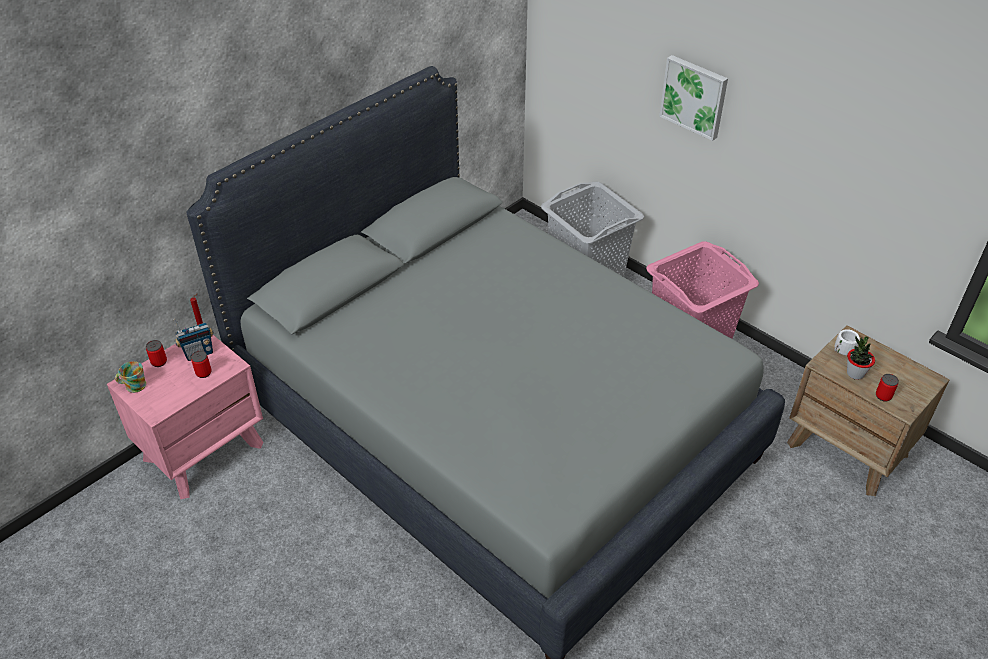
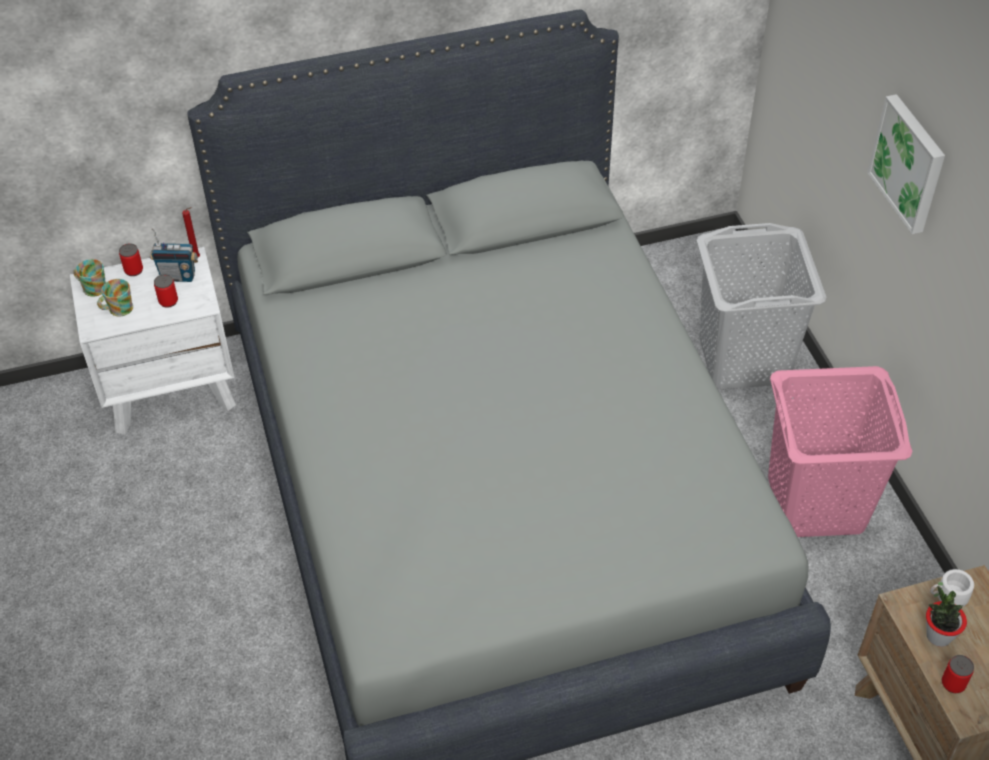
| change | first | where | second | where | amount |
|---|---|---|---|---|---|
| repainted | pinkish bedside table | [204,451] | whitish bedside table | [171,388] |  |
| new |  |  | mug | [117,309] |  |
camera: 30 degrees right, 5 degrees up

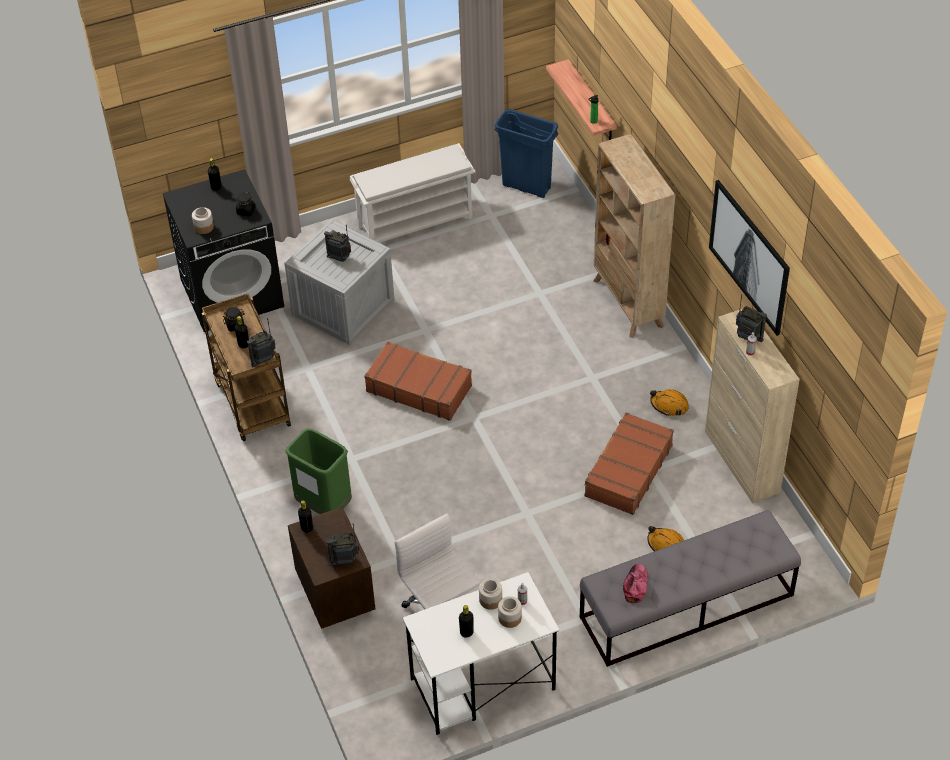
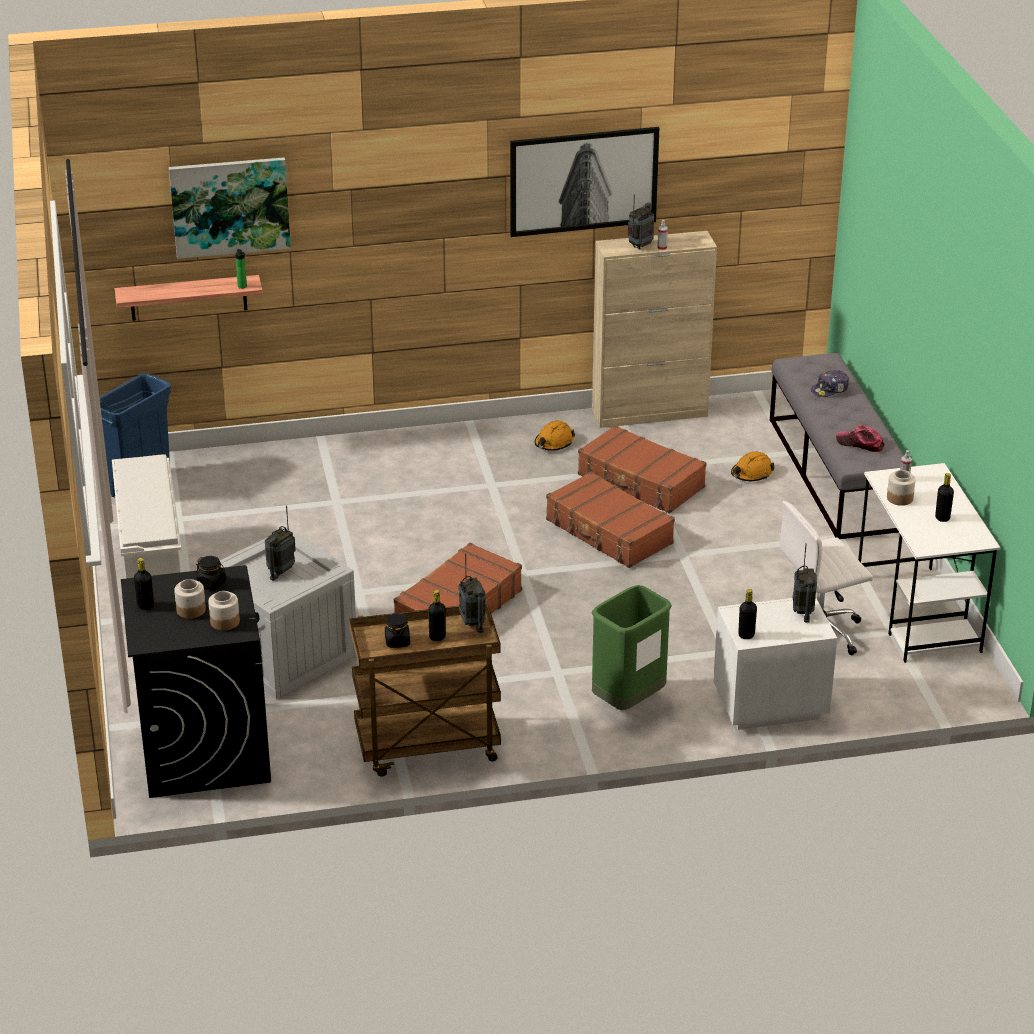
| change | first | where | second | where | amount |
|---|---|---|---|---|---|
| repainted | brown-coloured bedside table | [336,592] | whitish bedside table | [768,705] |  |
| shifted | preserve jar | [509,618] |  | [191,610] |  |
| gone | beige-coloured bookcase | [628,304] |  |  |  |
| new |  |  | wall art | [230,206] |  |
| new |  |  | brown-coloured suitcase | [608,532] |  |
| new |  |  | cap | [830,390] |  |
camera: 80 degrees left, 15 degrees down

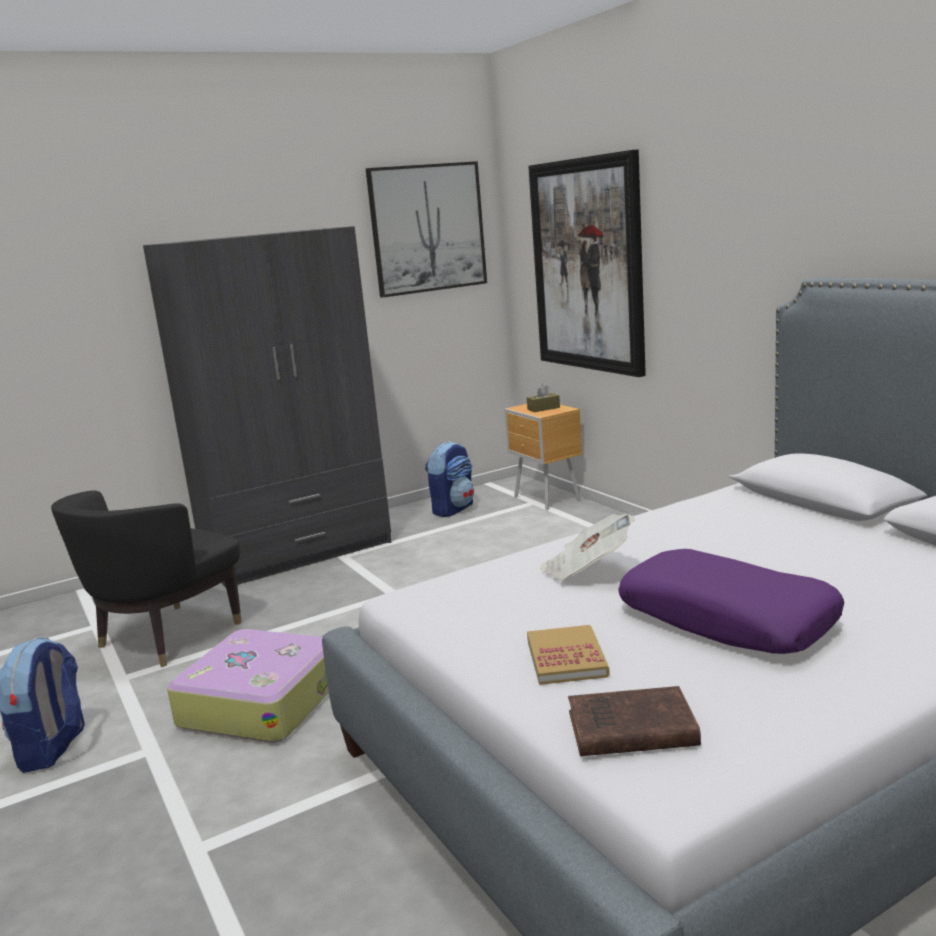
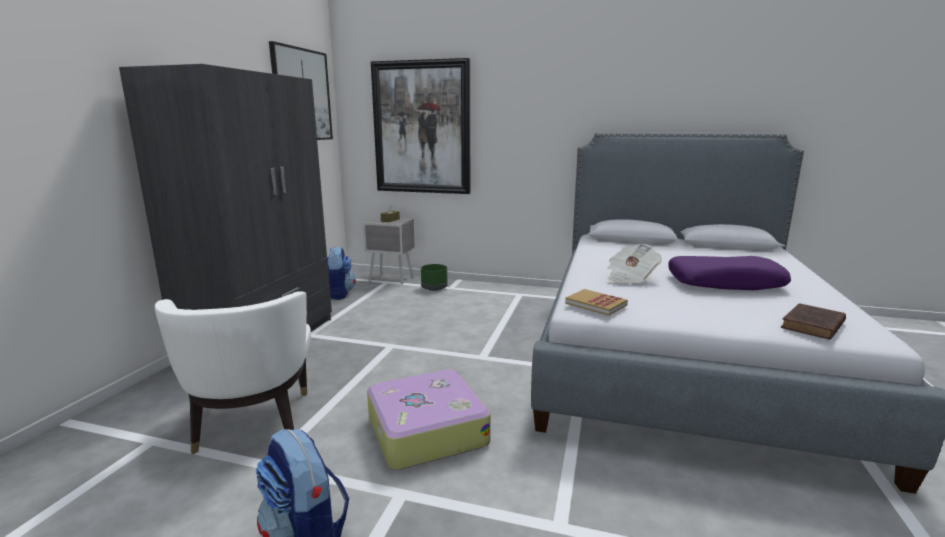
| change | first | where | second | where | amount |
|---|---|---|---|---|---|
| repainted | black lounge chair | [167,636] | whitish lounge chair | [253,422] |  |
| repainted | brown-coloured bedside table | [547,499] | grey bedside table | [392,279] |  |
| shifted | book | [566,658] |  | [596,304] |  |
| new |  |  | green-coloured plant pot | [434,288] |  |
camera: 45 degrees left, 0 degrees up

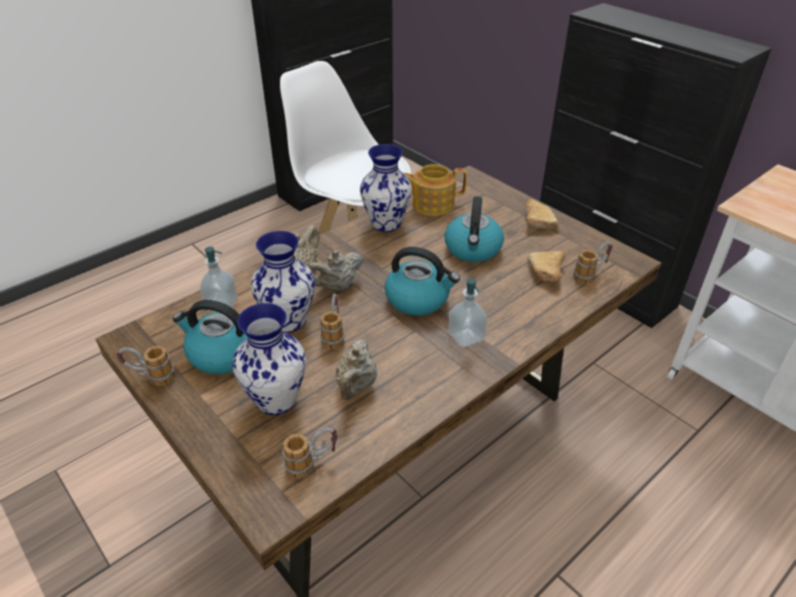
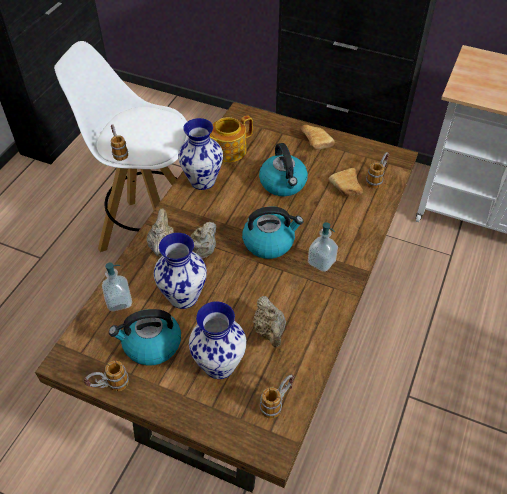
| change | first | where | second | where | amount |
|---|---|---|---|---|---|
| shifted | mug | [334,334] |  | [119,151] |  |
camera: 25 degrees left, 10 degrees up

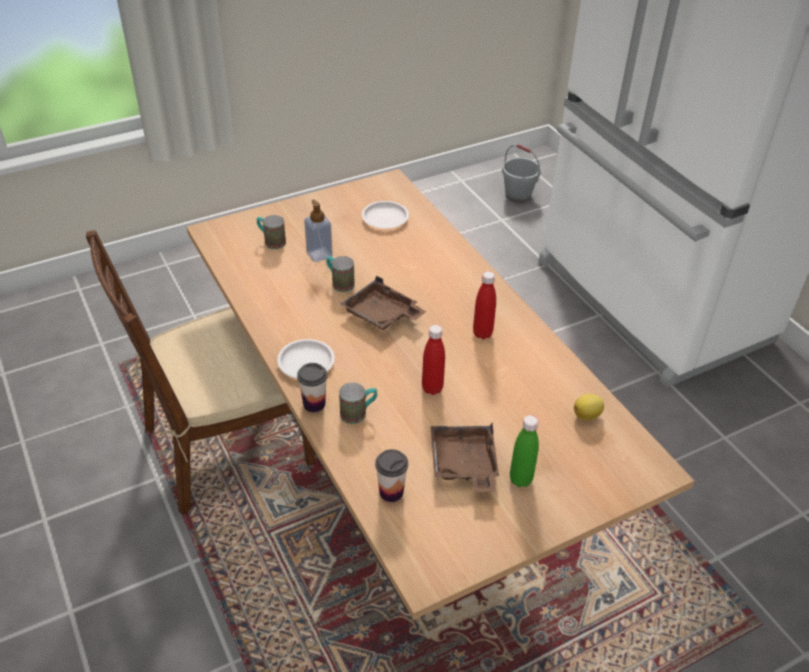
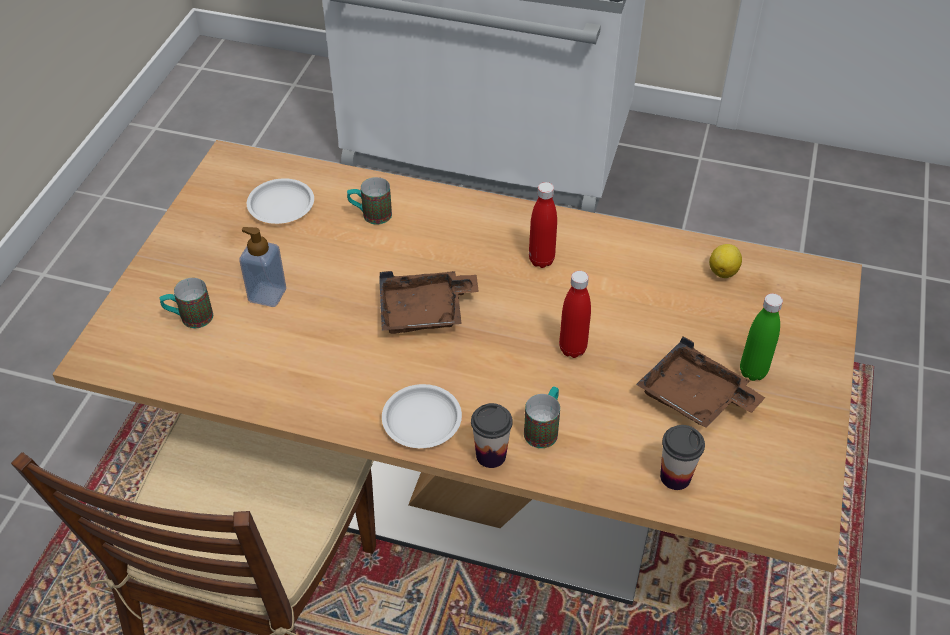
| change | first | where | second | where | amount |
|---|---|---|---|---|---|
| shifted | mug | [339,283] |  | [370,215] |  |
| gone | grey bucket | [518,195] |  |  |  |
camera: 45 degrees left, 5 degrees up

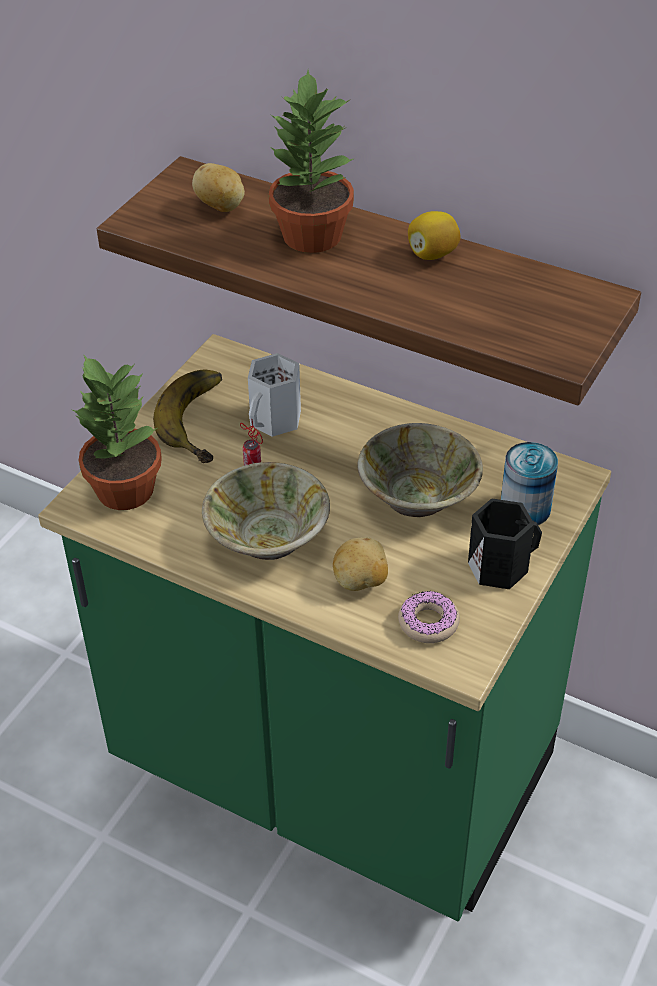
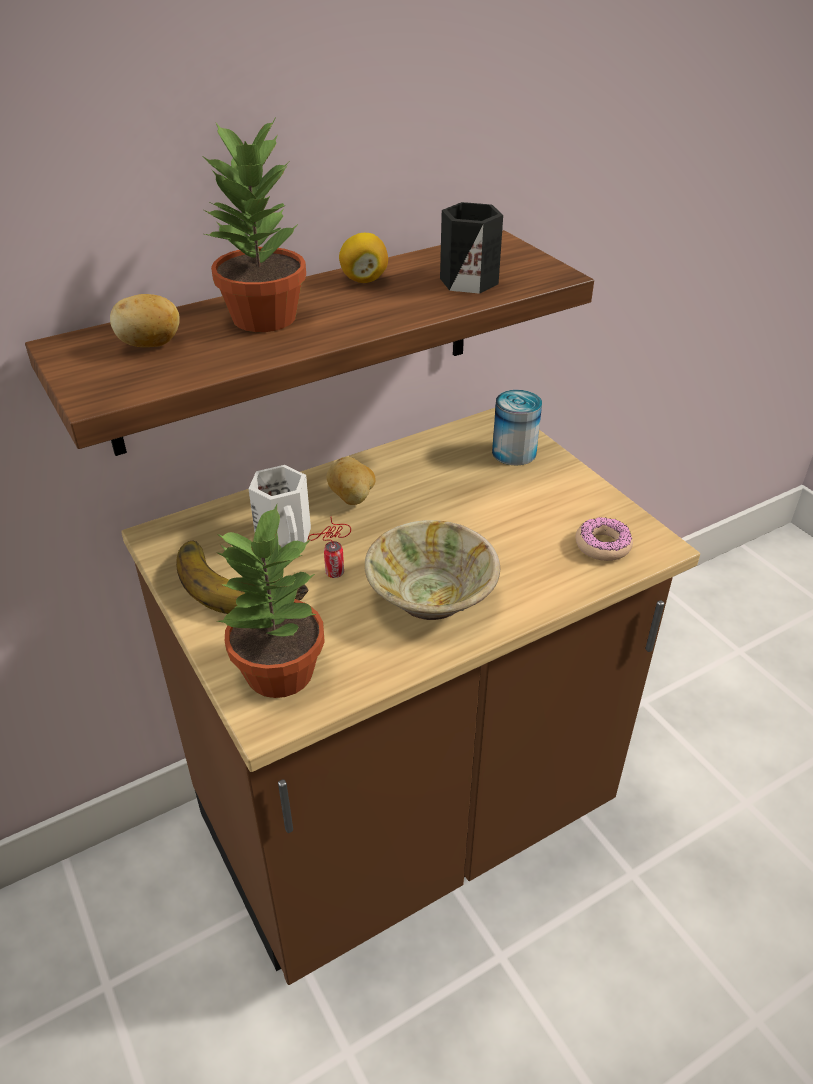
| change | first | where | second | where | amount |
|---|---|---|---|---|---|
| repainted | green-coloured counter | [332,772] | brown-coloured counter | [406,823] |  |
| shifted | spud | [360,581] |  | [352,498] |  |
| gone | beige-coloured deep dish | [419,494] |  |  |  |
| shifted | black mug | [499,565] |  | [467,280] |  |
camera: 60 degrees left, 5 degrees down

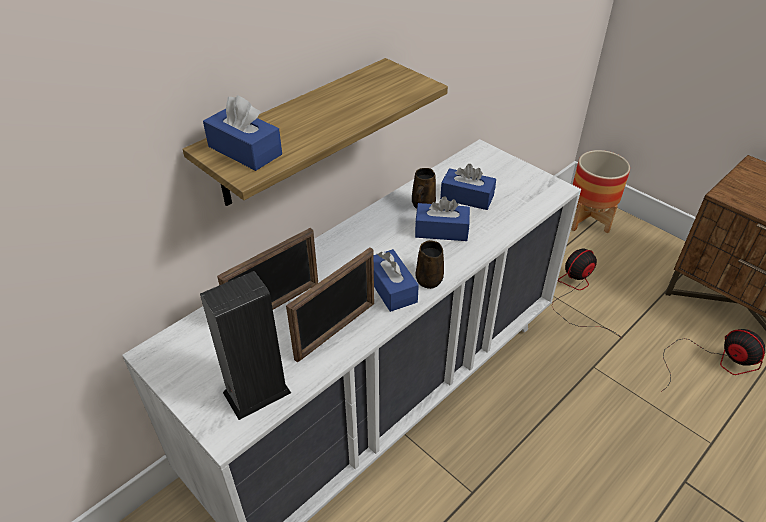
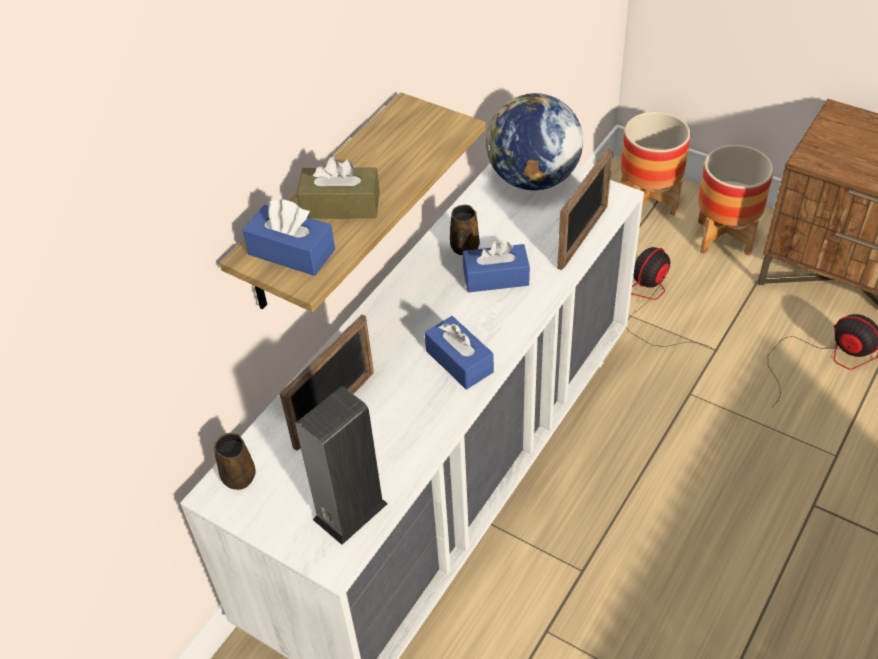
| change | first | where | second | where | amount |
|---|---|---|---|---|---|
| shifted | picture frame | [336,330] |  | [583,237] |  |
| shifted | brown-coloured mug | [429,279] |  | [239,475] |  |
| gone | blue tissue holder | [467,197] |  |  |  |
| new |  |  | brown-coloured tissue holder | [340,205] |  |
| new |  |  | world globe | [532,179] |  |
| new |  |  | plant pot | [724,238] |  |
camera: 10 degrees left, 5 degrees up

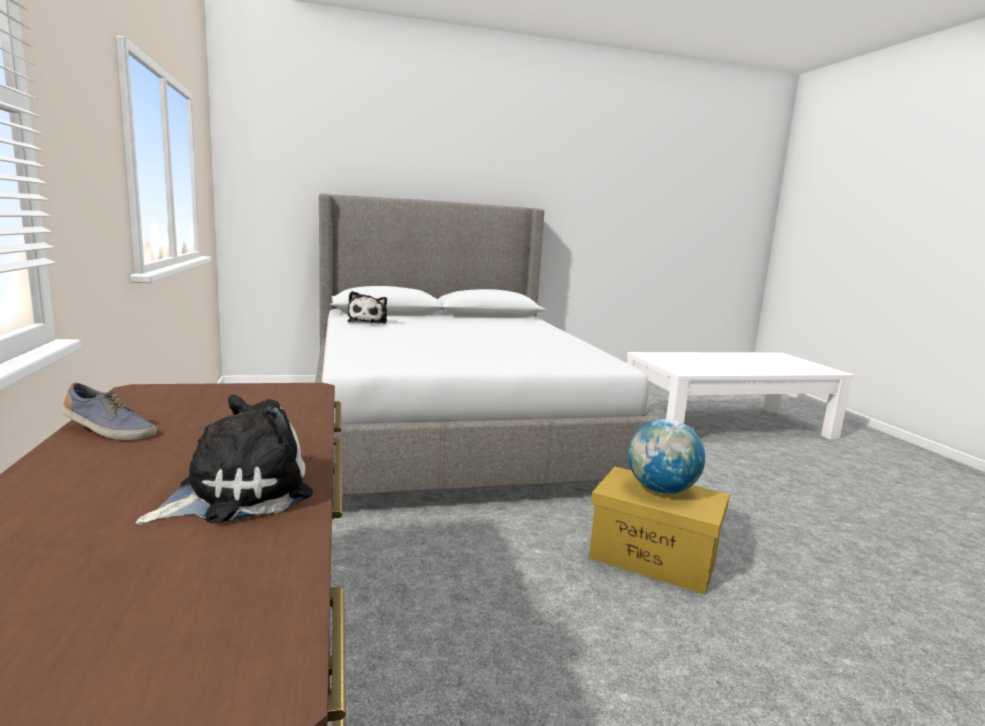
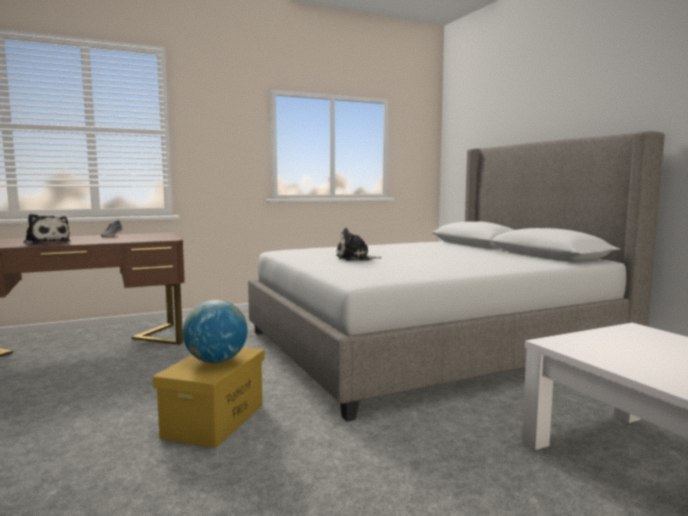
| change | first | where | second | where | amount |
|---|---|---|---|---|---|
| shifted | plush toy | [369,321] |  | [355,259] |  |
camera: 80 degrees right, 5 degrees down

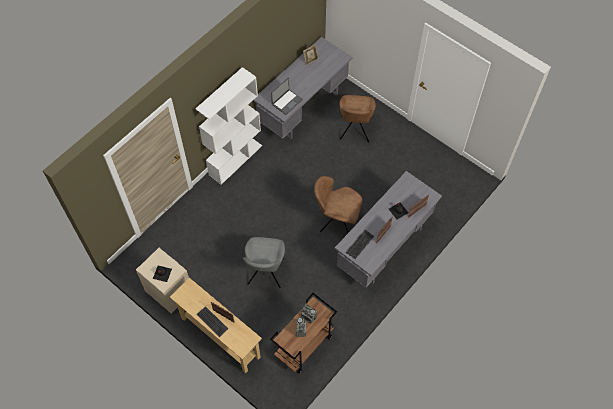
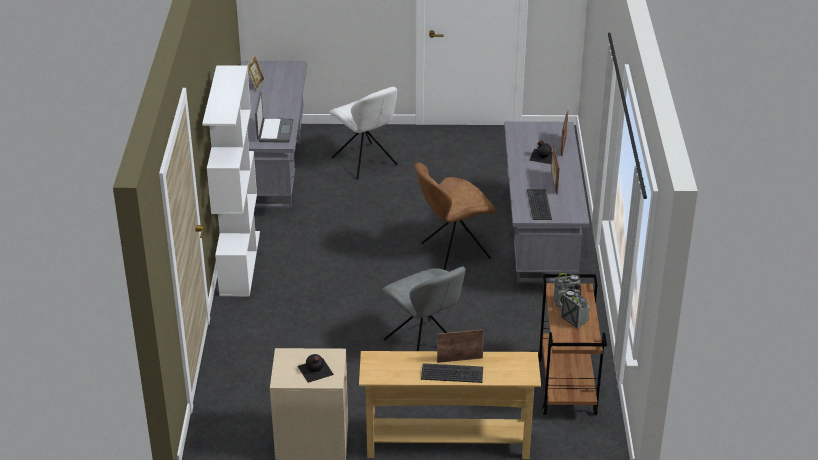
| change | first | where | second | where | amount |
|---|---|---|---|---|---|
| repainted | brown-coloured plain chair | [355,130] | whitish plain chair | [365,162] |  |
camera: 40 degrees left, 25 degrees down

